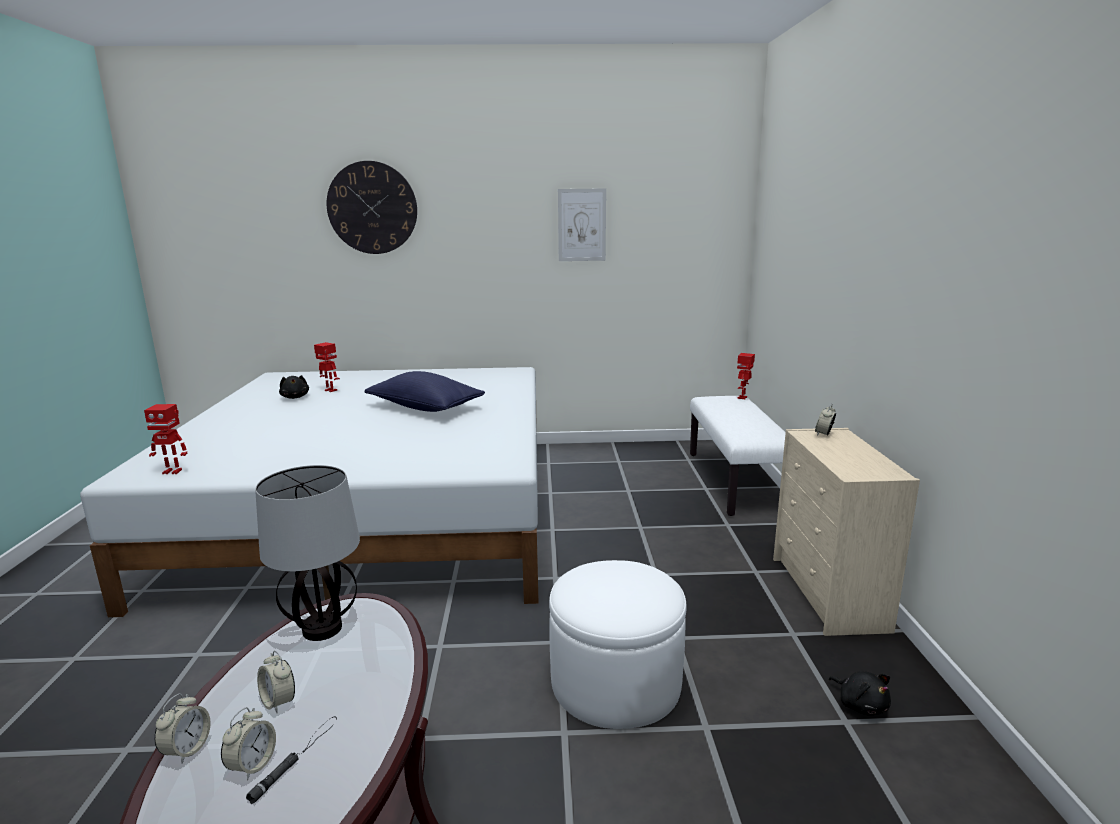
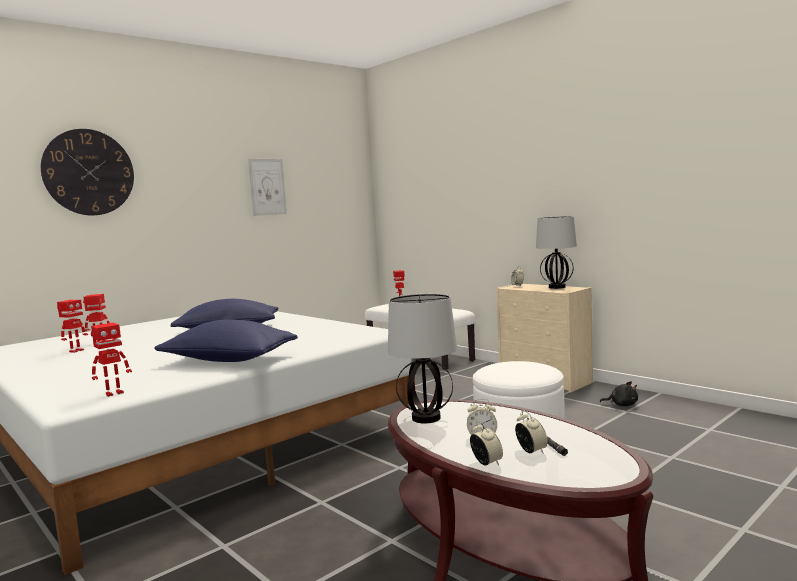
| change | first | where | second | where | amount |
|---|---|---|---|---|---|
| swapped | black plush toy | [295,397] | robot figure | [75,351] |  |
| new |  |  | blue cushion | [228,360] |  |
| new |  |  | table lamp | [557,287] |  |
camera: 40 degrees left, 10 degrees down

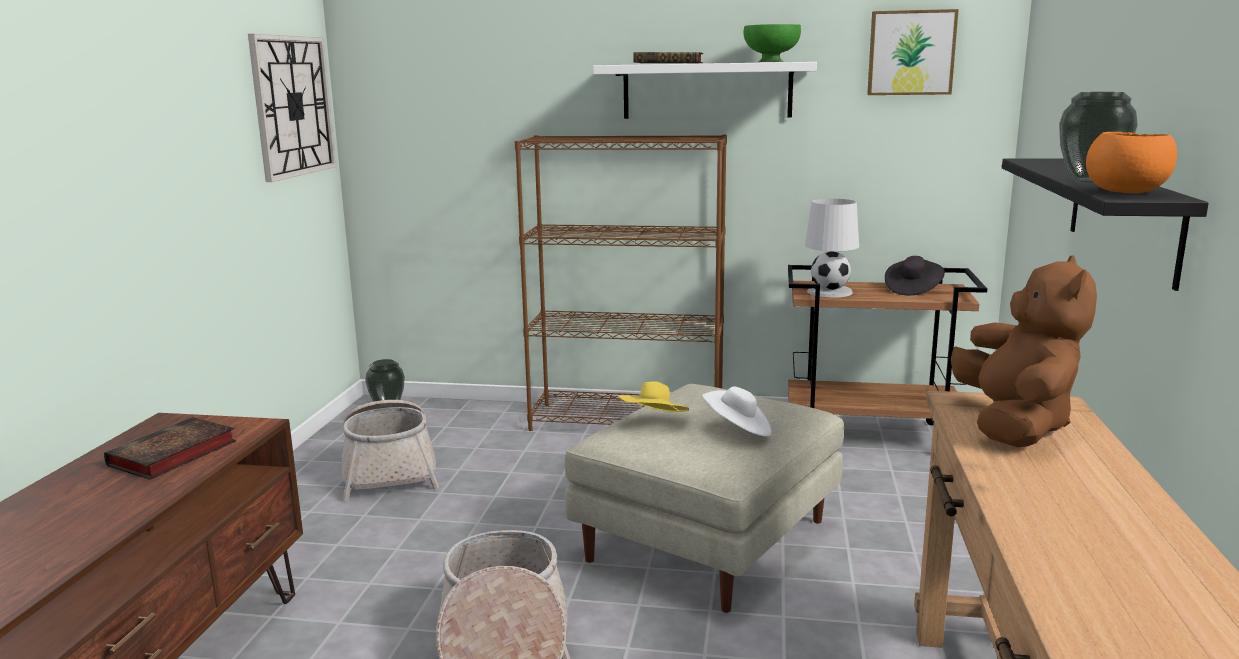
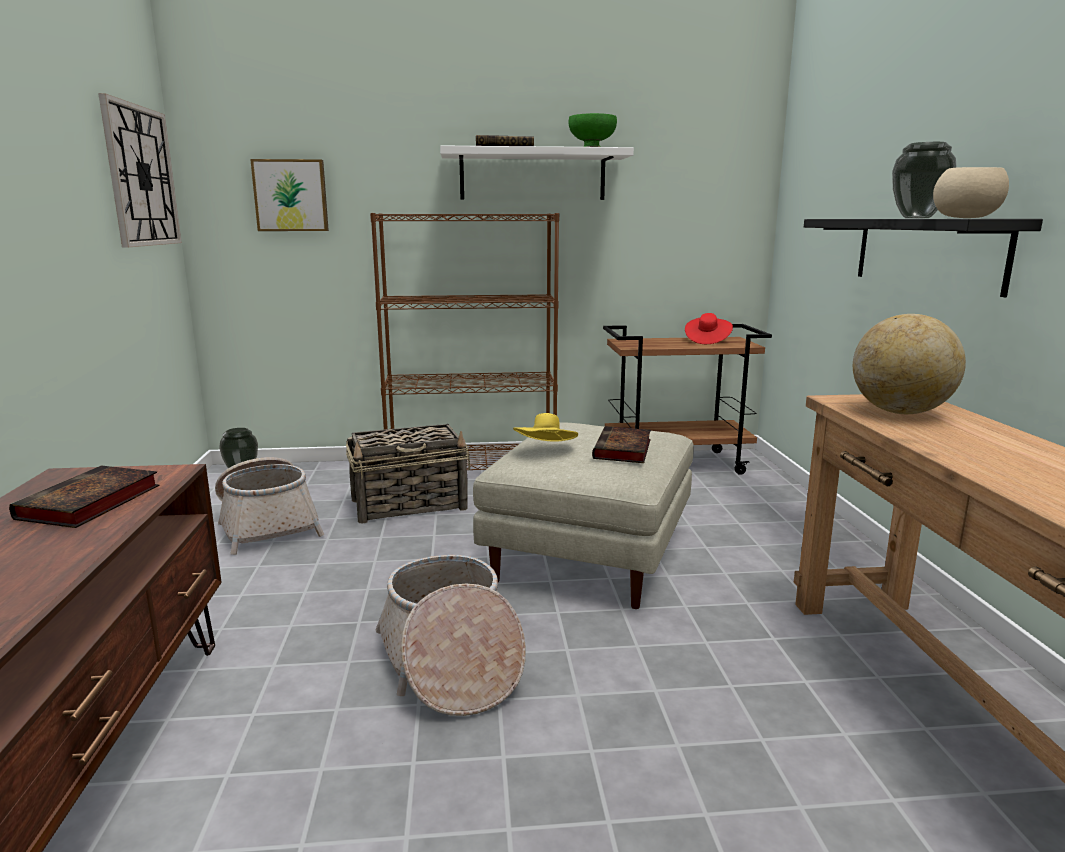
| change | first | where | second | where | amount |
|---|---|---|---|---|---|
| swapped | whitish wearable hat | [738,430] | book | [623,450] |  |
| gone | whitish table lamp | [829,292] |  |  |  |
| shifted | wall art | [911,53] |  | [291,195] |  |
| repainted | black wearable hat | [912,290] | red wearable hat | [707,341] |  |
| swapped | brown-coloured plush toy | [1014,425] | world globe | [900,412] |  |
| repainted | orangey deep dish | [1128,192] | beige-coloured deep dish | [967,218] |  |
| new |  |  | basket | [410,504] |  |
camera: 15 degrees left, 0 degrees up

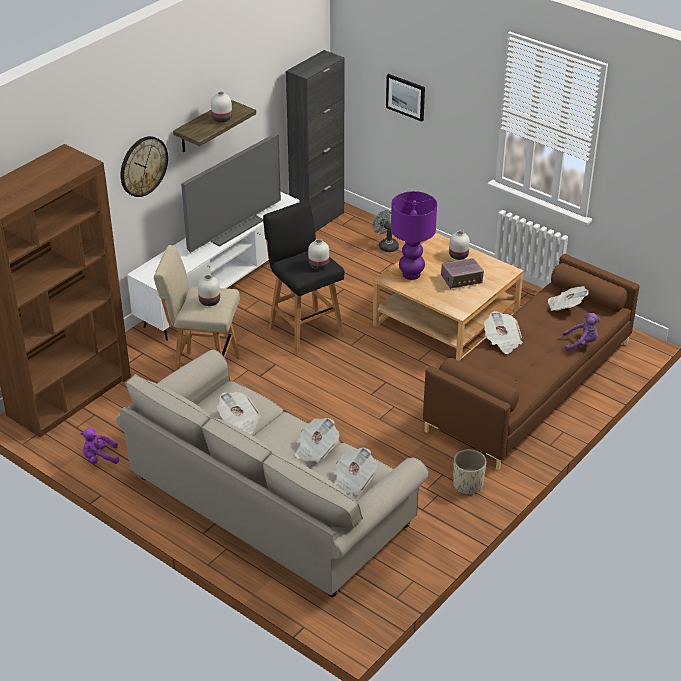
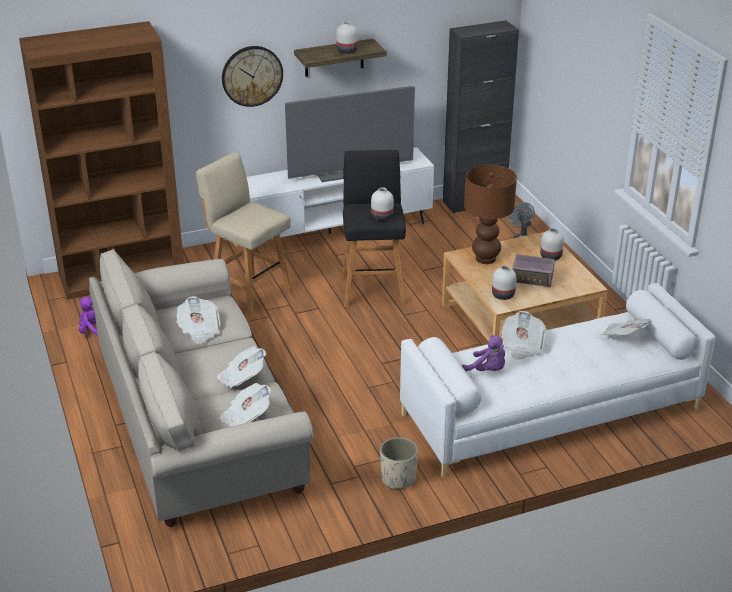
| change | first | where | second | where | amount |
|---|---|---|---|---|---|
| shifted | whitish decorative vase | [210,301] |  | [503,295] |  |
| gone | wall art | [406,97] |  |  |  |
| repainted | purple-coloured table lamp | [411,274] | brown-coloured table lamp | [485,258] |  |
| repainted | brown-coloured sofa | [530,387] | whitish sofa | [550,412] |  |
| shifted | purple-coloured plush toy | [581,343] |  | [487,370] |  |
camera: 30 degrees right, 5 degrees down

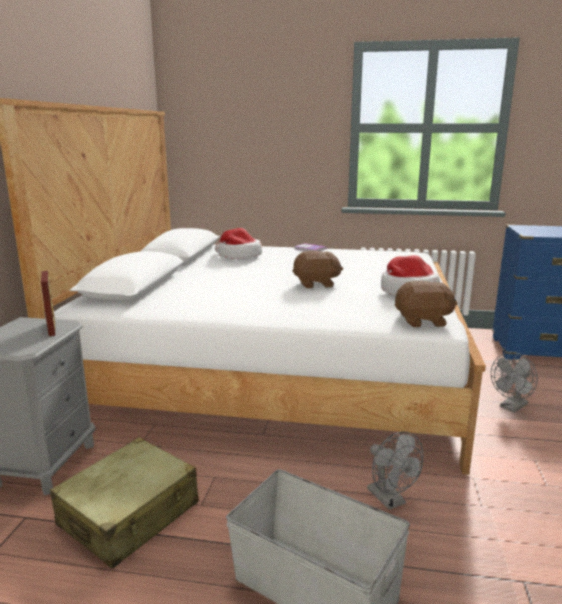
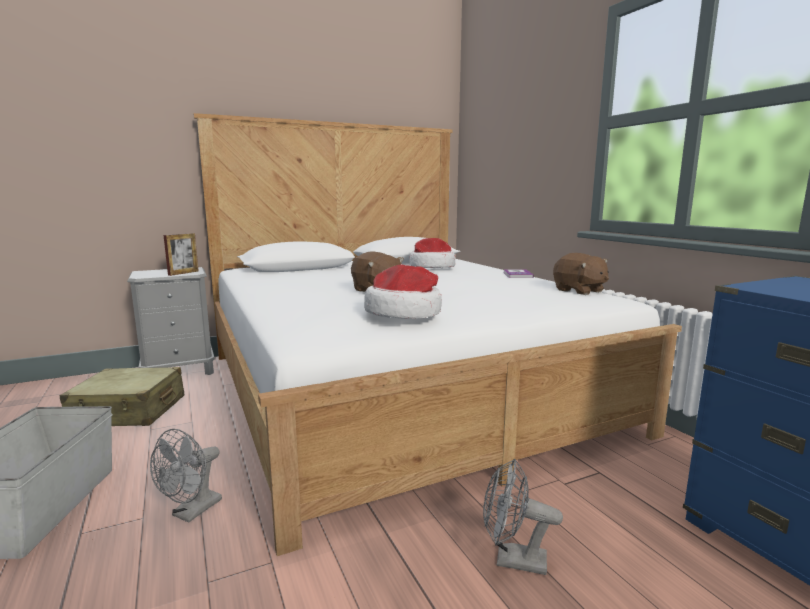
| change | first | where | second | where | amount |
|---|---|---|---|---|---|
| shifted | brown-coloured plush toy | [423,321] |  | [579,291] |  |
camera: 55 degrees right, 5 degrees down

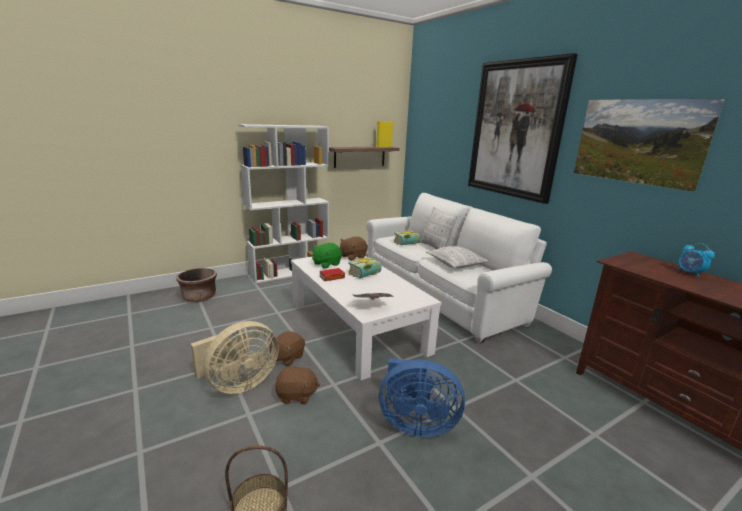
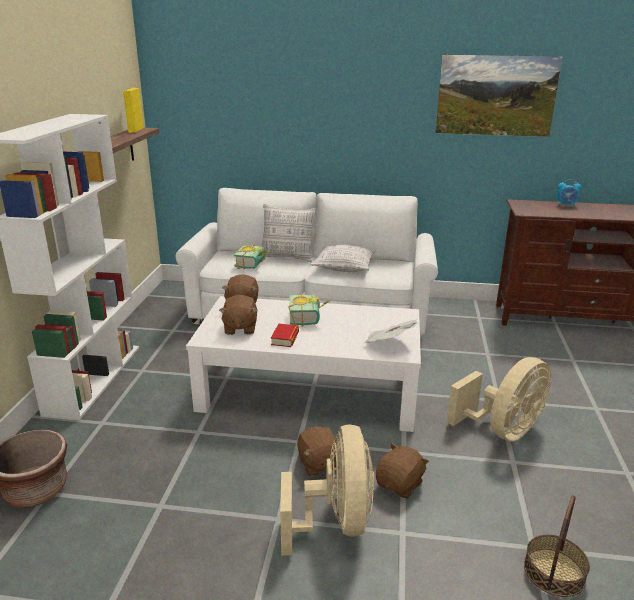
| change | first | where | second | where | amount |
|---|---|---|---|---|---|
| repainted | green-coloured plush toy | [326,264] | brown-coloured plush toy | [240,328] |  |
| repainted | blue cooling fan | [415,423] | beige-coloured cooling fan | [503,431] |  |
| gone | wall art | [516,130] |  |  |  |
camera: 50 degrees left, 5 degrees up

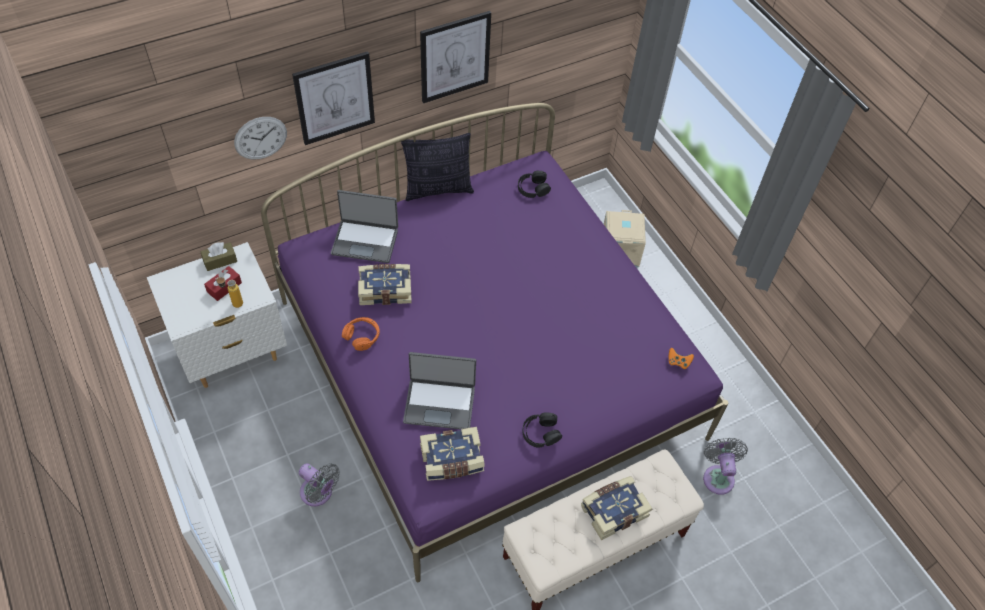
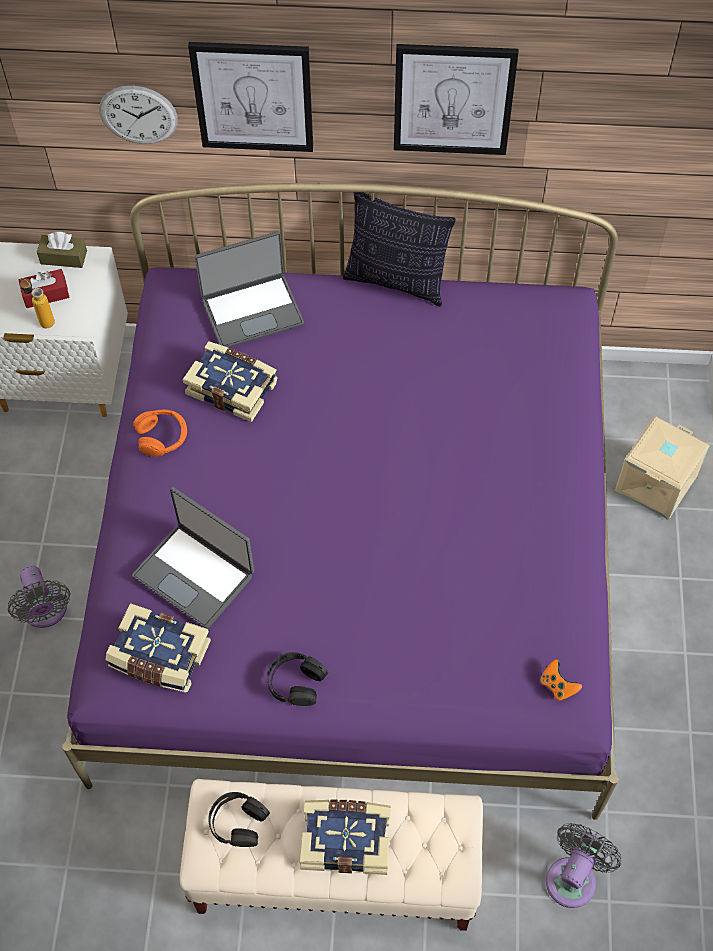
| change | first | where | second | where | amount |
|---|---|---|---|---|---|
| rotated | laptop | [365,241] |  | [252,311] | 60 degrees counterclockwise |
| shifted | black pair of headphones | [533,188] |  | [238,822] |  |
camera: 35 degrees right, 5 degrees up

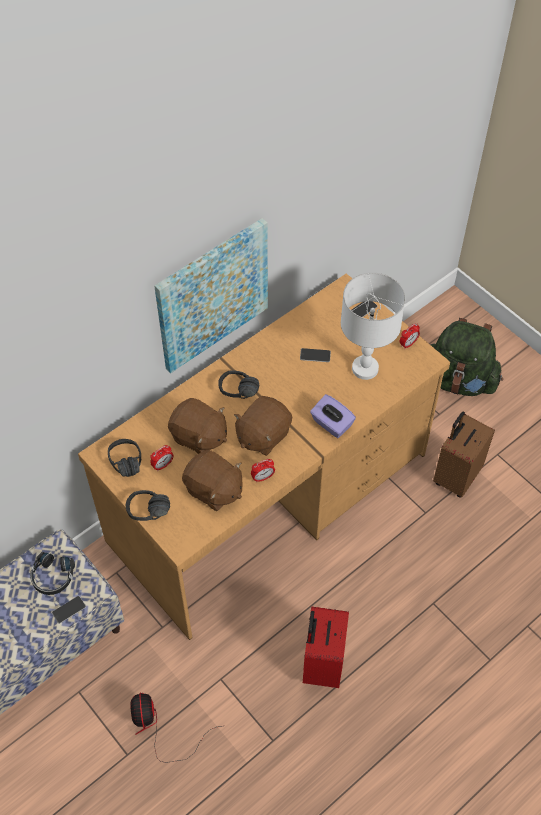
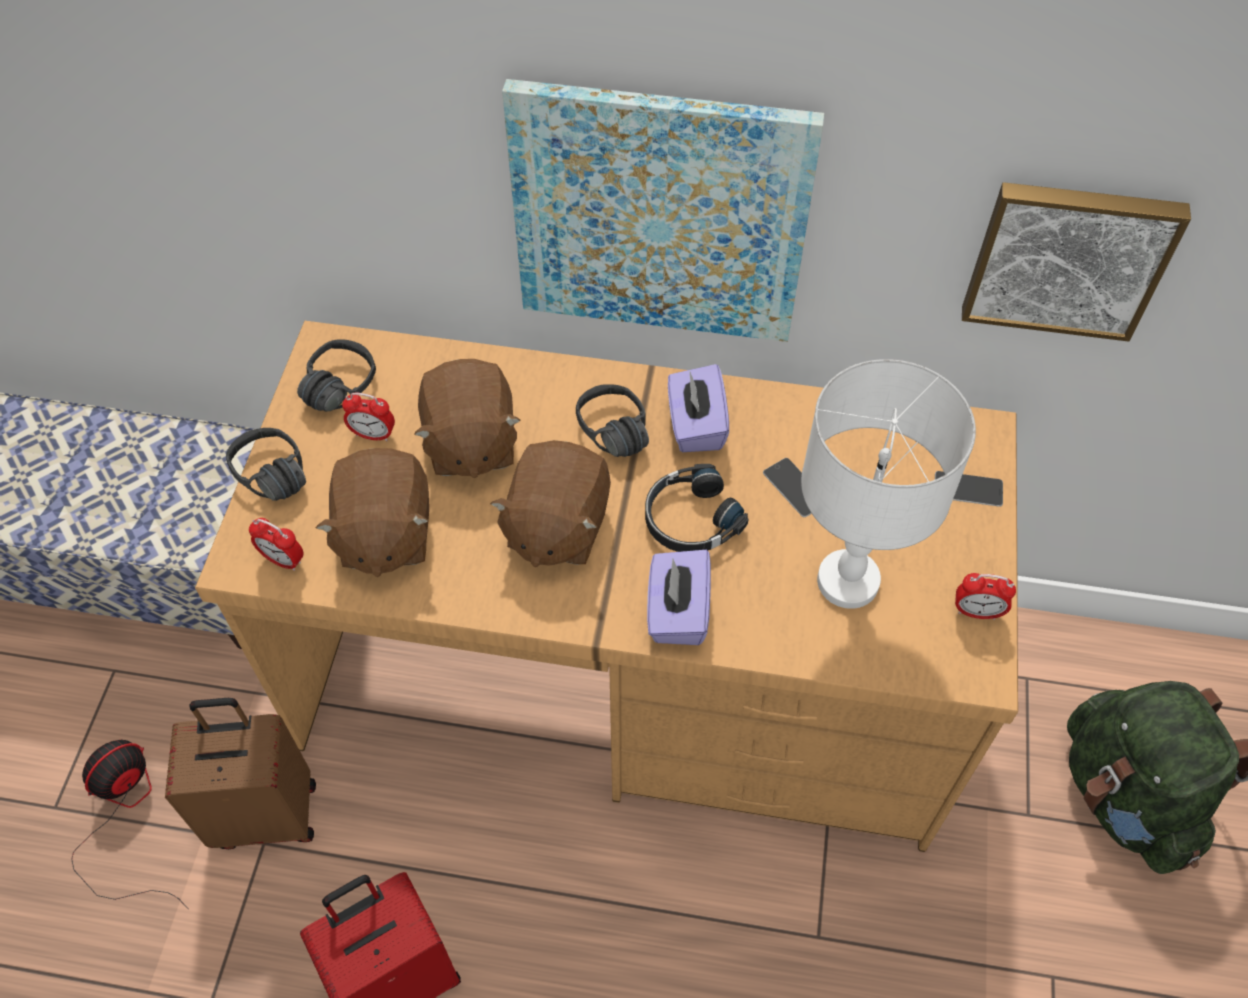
| change | first | where | second | where | amount |
|---|---|---|---|---|---|
| shifted | black pair of headphones | [52,577] |  | [690,519] |  |
| gone | handset | [69,609] |  |  |  |
| rotated | brown-coloured plush toy | [262,435] |  | [556,527] | 75 degrees counterclockwise |
| shifted | bedside clock | [262,477] |  | [283,560] |  |
| shifted | brown-coloured suitcase | [456,476] |  | [266,813] |  |
| new |  |  | purple-coloured tissue holder | [695,426] |  |
| new |  |  | wall art | [1068,257] |  |
camera: 50 degrees right, 0 degrees up

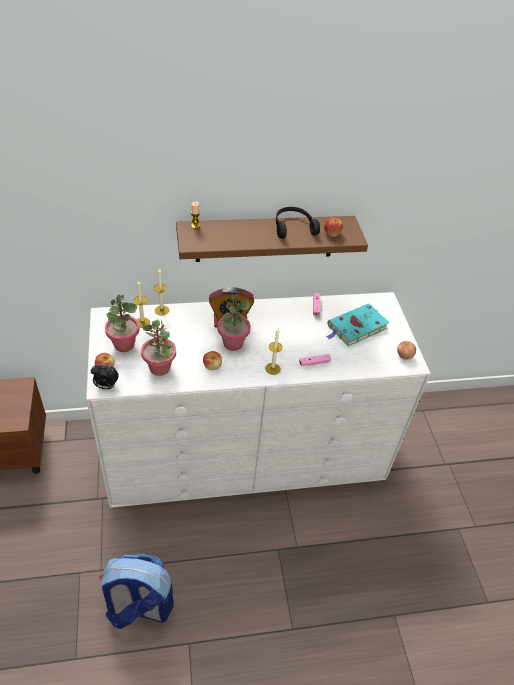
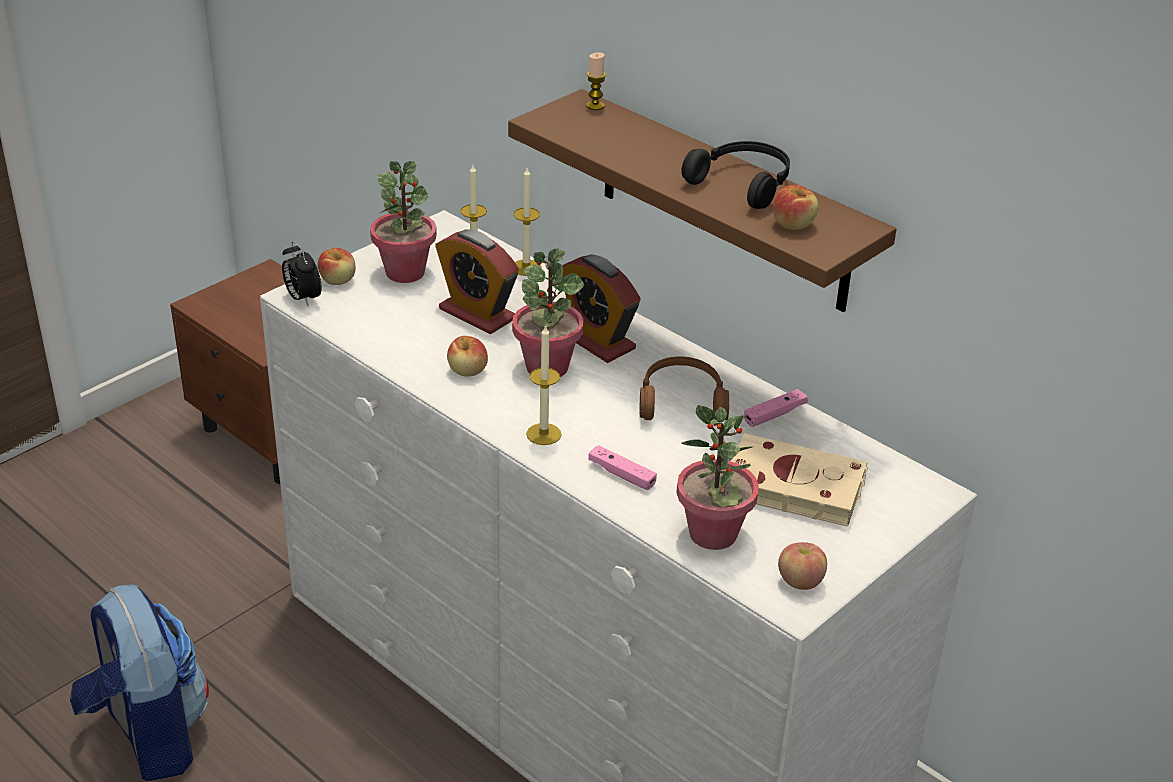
| change | first | where | second | where | amount |
|---|---|---|---|---|---|
| shifted | plant in a pot | [160,368] |  | [713,534] |  |
| repainted | blue-green book | [356,328] | beige-coloured book | [789,486] |  |
| new |  |  | bedside clock | [477,314] |  |
| new |  |  | brown-coloured pair of headphones | [681,400] |  |
camera: 55 degrees right, 10 degrees down

